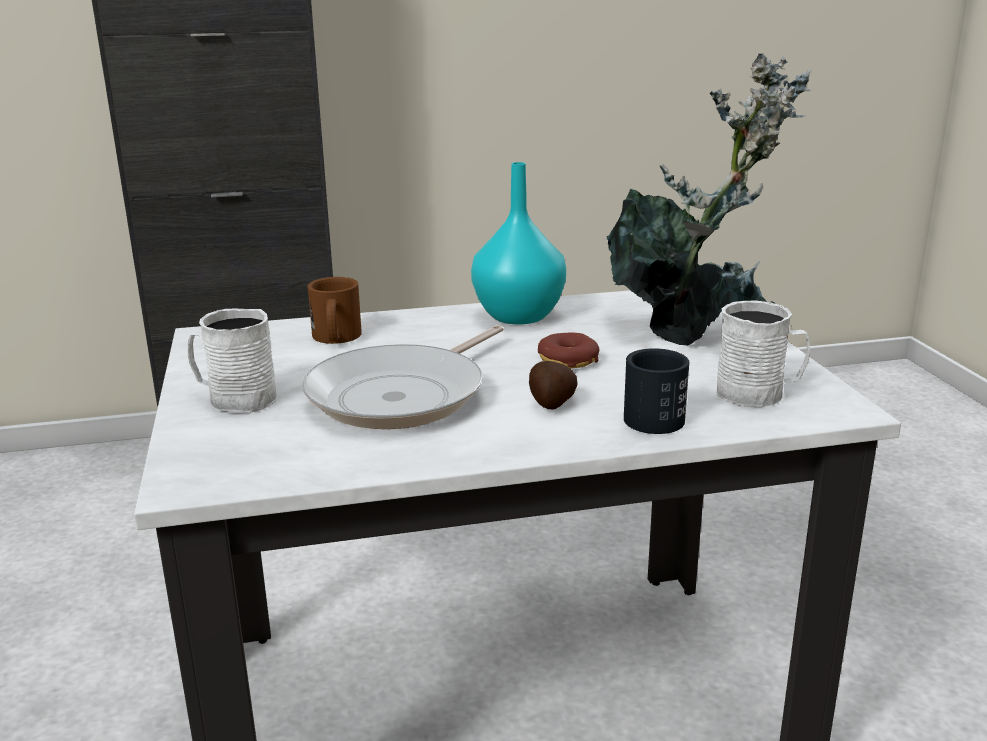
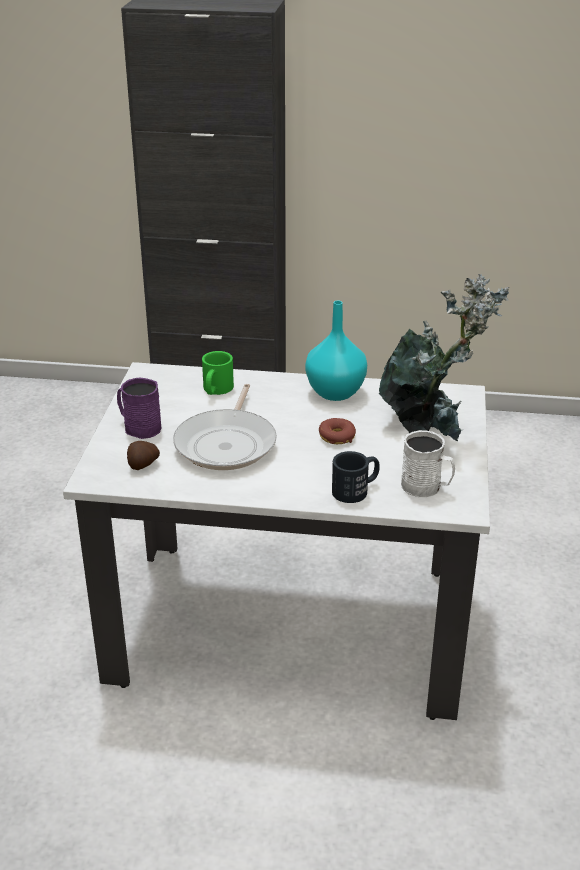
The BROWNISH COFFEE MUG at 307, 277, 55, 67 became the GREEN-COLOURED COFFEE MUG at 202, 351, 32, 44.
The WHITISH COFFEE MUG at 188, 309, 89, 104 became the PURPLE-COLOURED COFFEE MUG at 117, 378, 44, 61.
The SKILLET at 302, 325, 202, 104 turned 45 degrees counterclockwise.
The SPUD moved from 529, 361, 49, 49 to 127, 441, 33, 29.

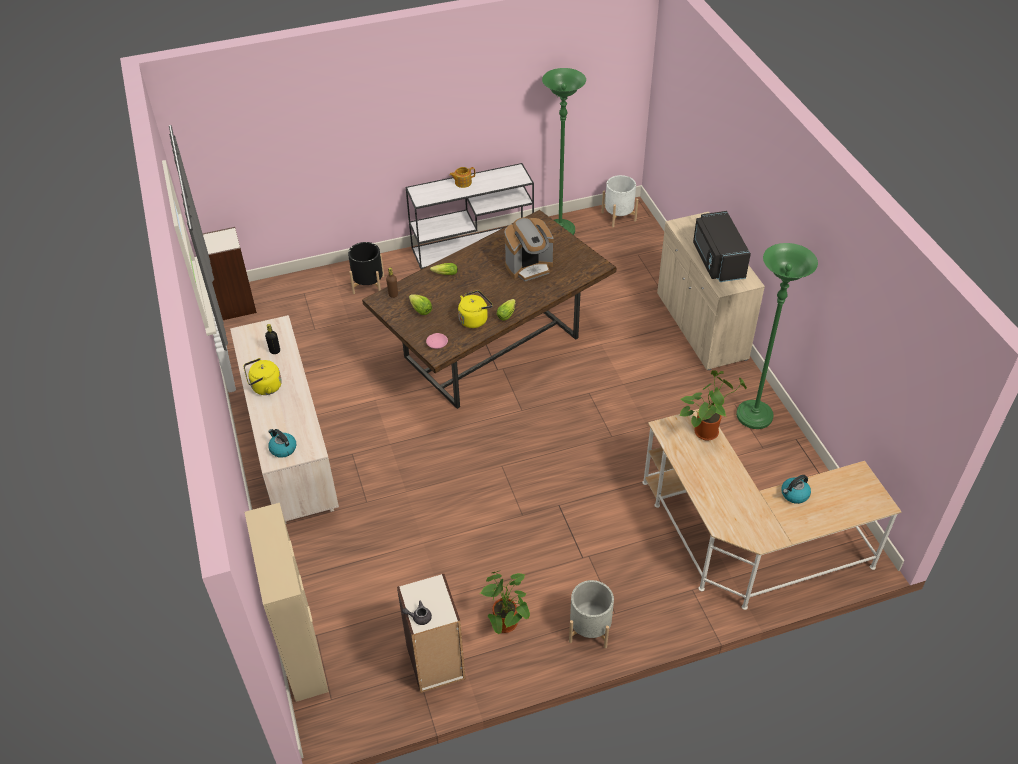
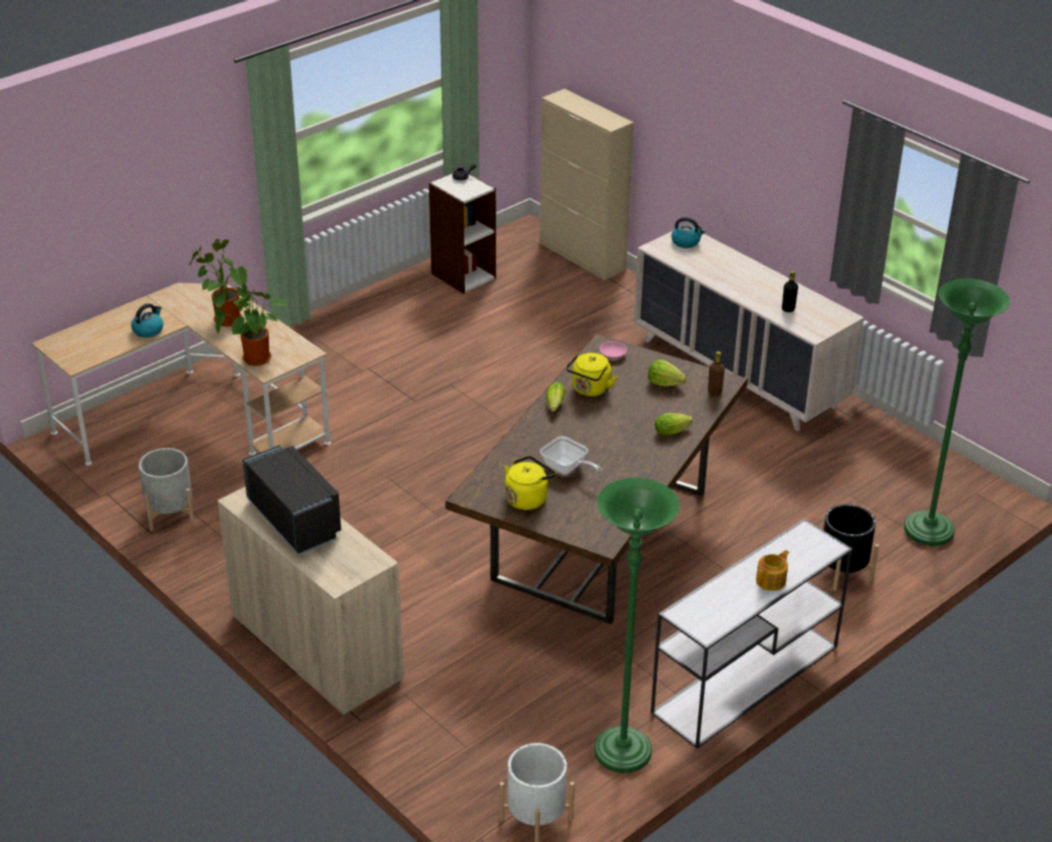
The COFFEE MAKER at 505, 217, 49, 64 was replaced by the SKILLET at 540, 436, 63, 38.
The BOOKCASE at 203, 227, 54, 93 disappeared.
The GREEN-COLOURED STANDARD LAMP moved from 736, 243, 82, 186 to 904, 278, 106, 268.
The YELLOWISH WATER KETTLE moved from 244, 358, 38, 37 to 504, 456, 52, 54.
The HOUSEPLANT moved from 480, 570, 50, 64 to 189, 239, 62, 88.
The GREYISH FLOWER POT moved from 569, 580, 45, 68 to 139, 448, 55, 83.

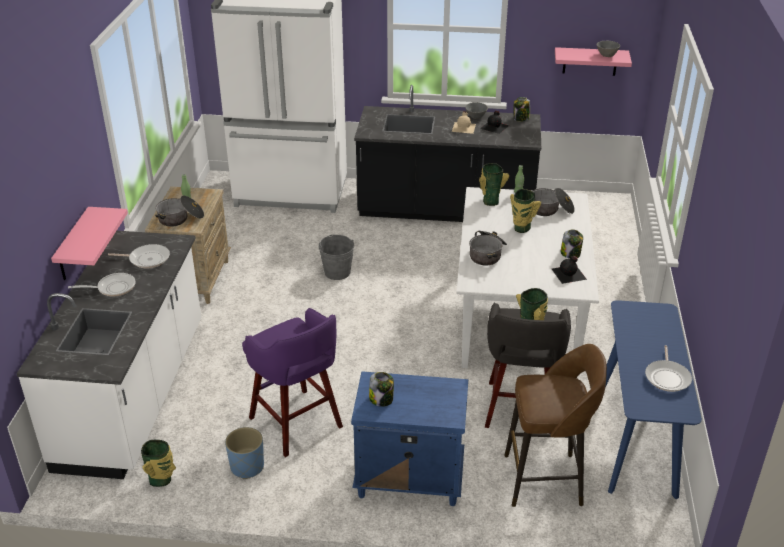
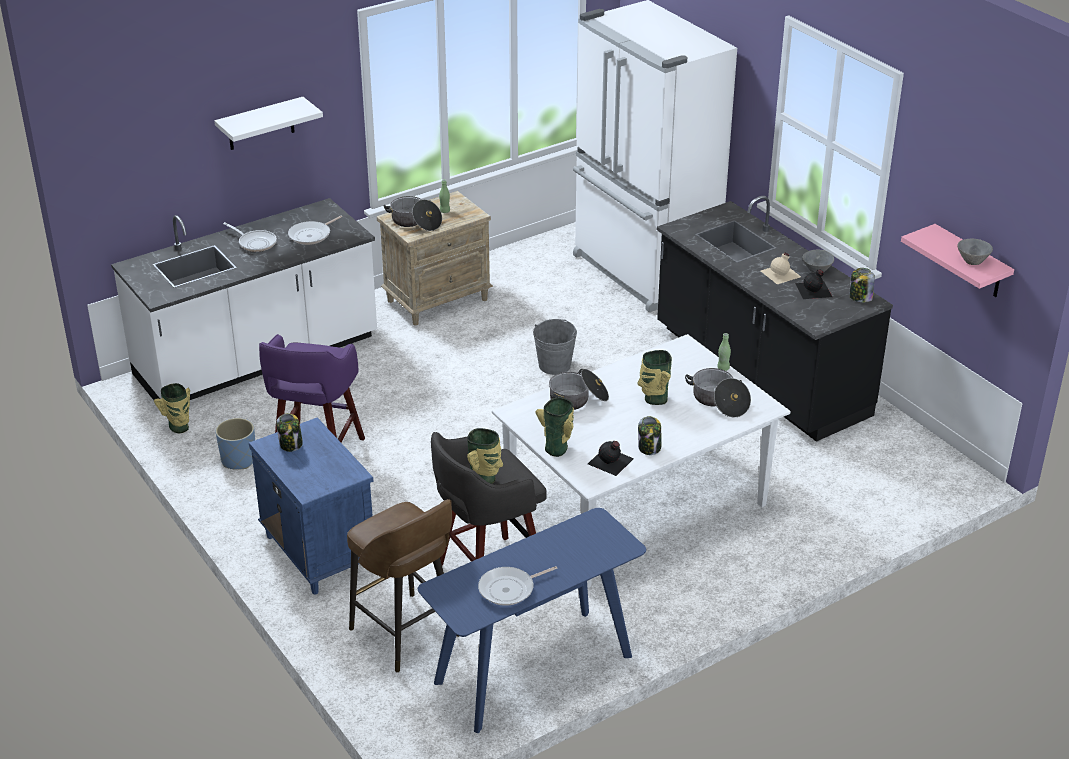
The FLOWER VASE moved from 479, 163, 30, 43 to 535, 397, 39, 60.
The PINKISH BRACKET SHELF at 51, 207, 77, 73 disappeared.
The SKILLET at 108, 244, 62, 24 turned 75 degrees clockwise.
The WHITISH BRACKET SHELF at 214, 97, 109, 53 appeared.

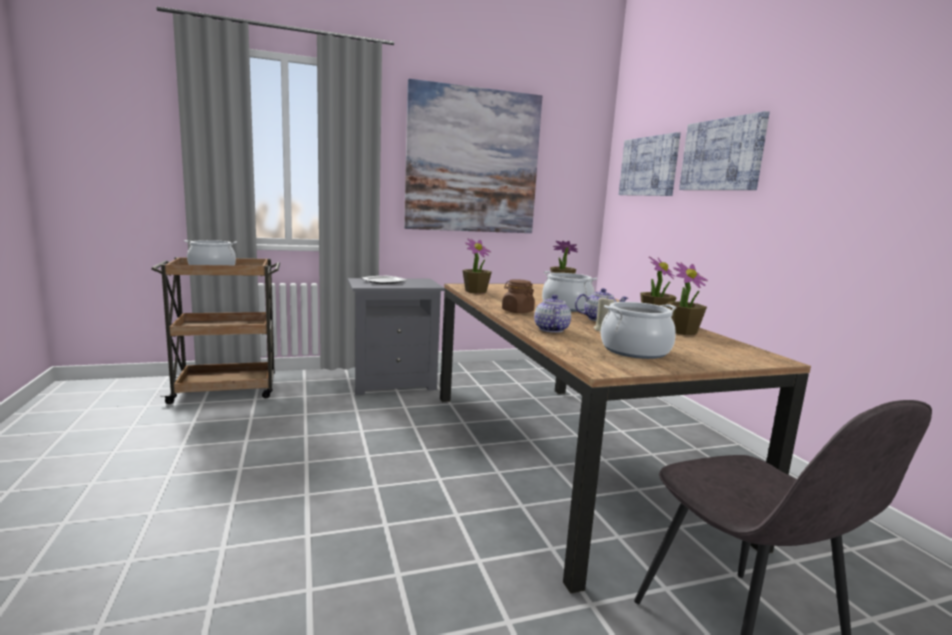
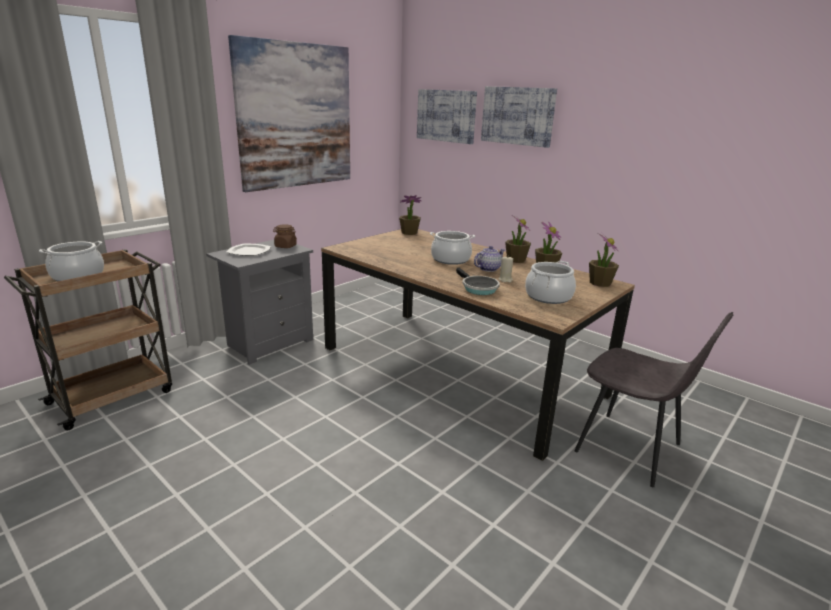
The HOUSEPLANT moved from 462, 239, 30, 55 to 589, 233, 30, 54.
The BROWNISH STORAGE JAR moved from 502, 279, 33, 34 to 273, 224, 24, 24.
The TEA POT at 534, 295, 37, 38 was replaced by the SKILLET at 456, 268, 44, 27.

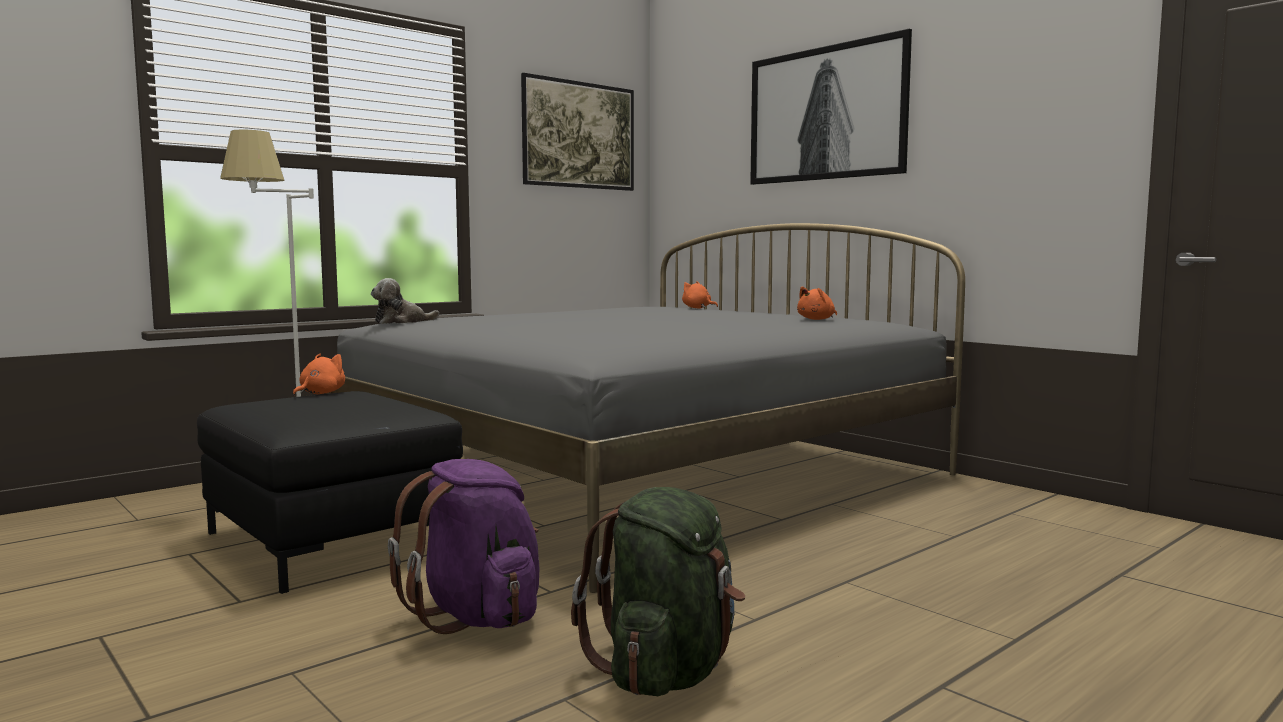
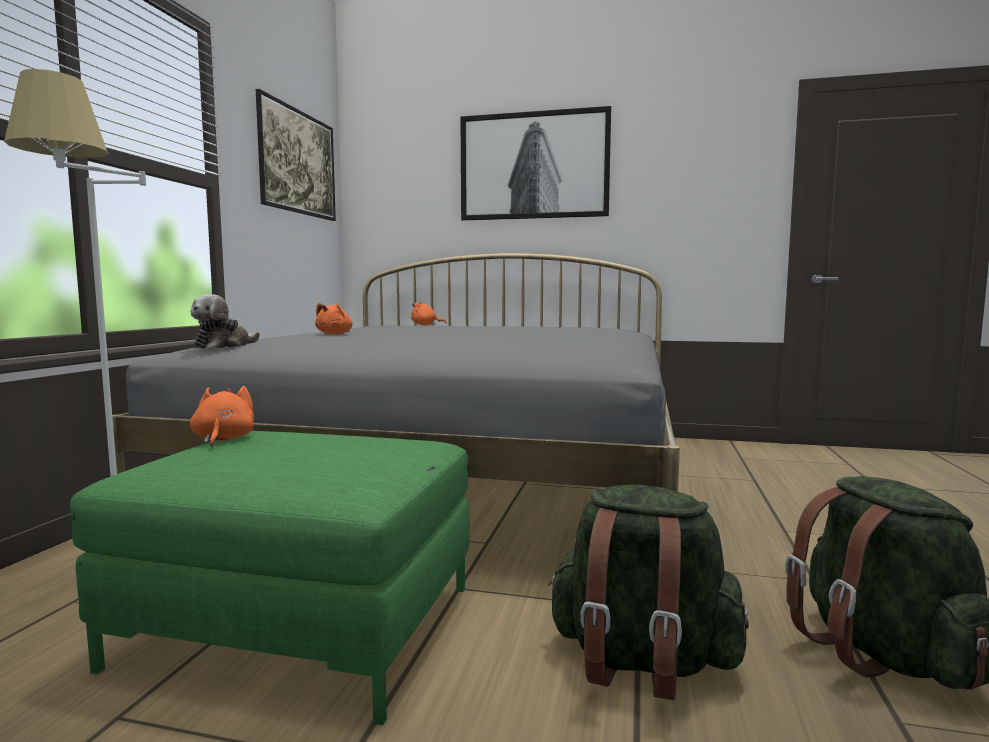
The ORANGEY CUDDLY TOY moved from 797, 287, 40, 33 to 315, 303, 38, 31.
The BLACK OTTOMAN at 197, 391, 266, 203 became the GREEN-COLOURED OTTOMAN at 70, 431, 400, 294.
The PURPLE-COLOURED RUCKSACK at 388, 459, 152, 175 became the GREEN-COLOURED RUCKSACK at 548, 485, 201, 215.

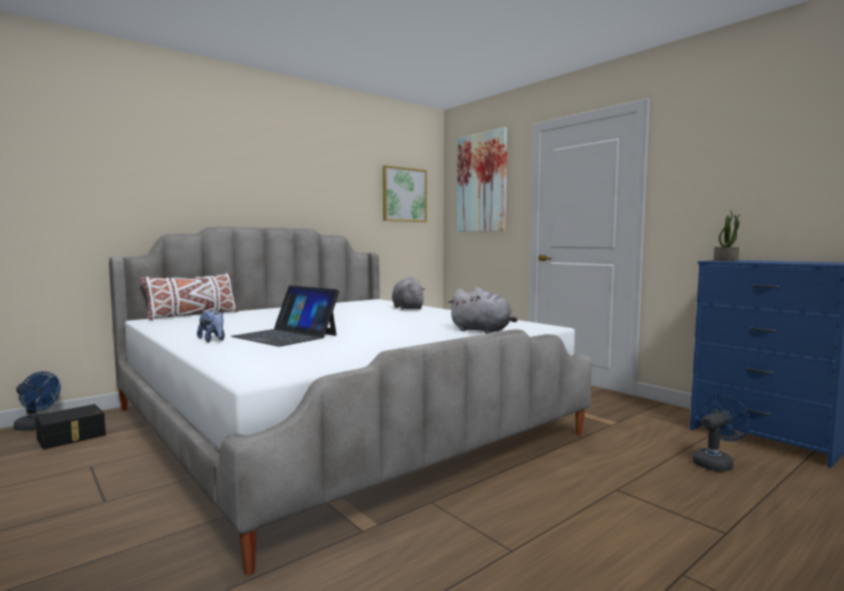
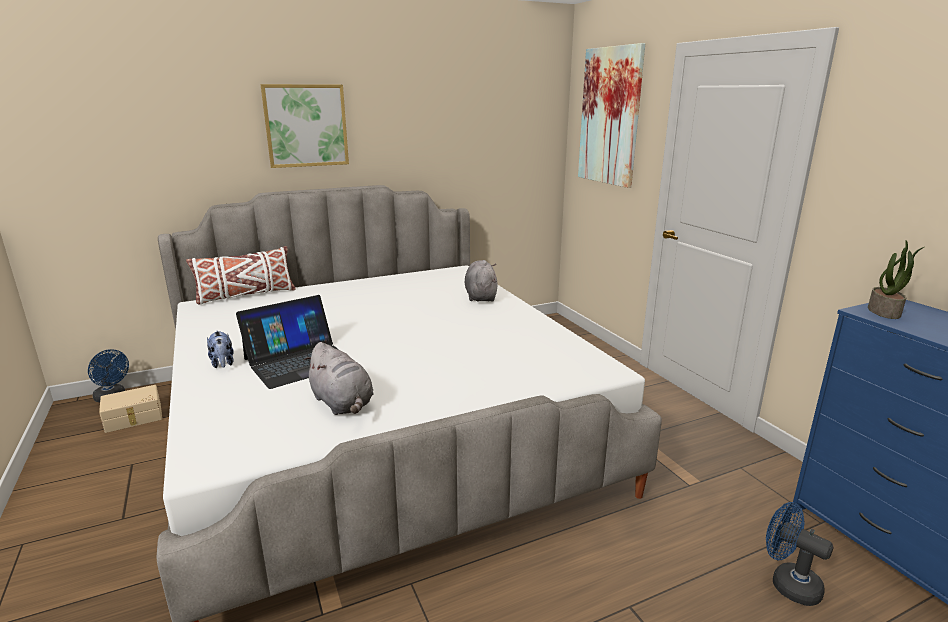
The WALL ART moved from 383, 165, 44, 57 to 260, 84, 89, 84.
The LAPTOP at 231, 285, 108, 62 turned 90 degrees counterclockwise.
The GREYISH CUDDLY TOY moved from 448, 287, 69, 47 to 303, 342, 70, 73.
The BLUISH ELECTRIC FAN at 692, 395, 58, 77 turned 120 degrees counterclockwise.
The BLACK STORAGE BIN at 35, 404, 71, 46 became the BEIGE-COLOURED STORAGE BIN at 99, 385, 63, 48.

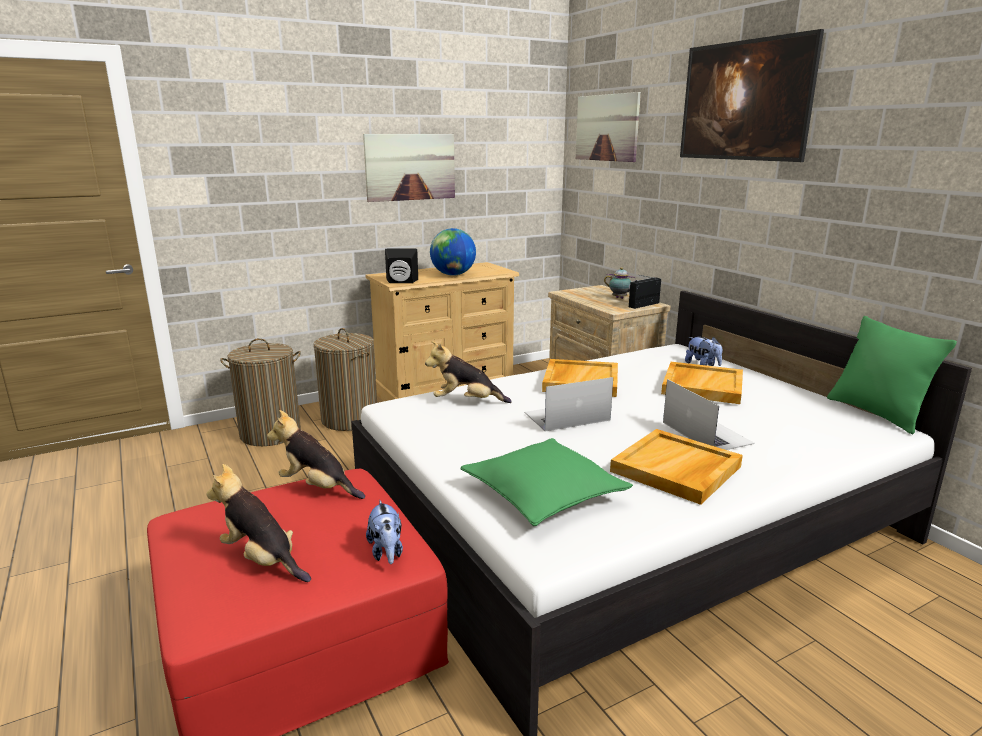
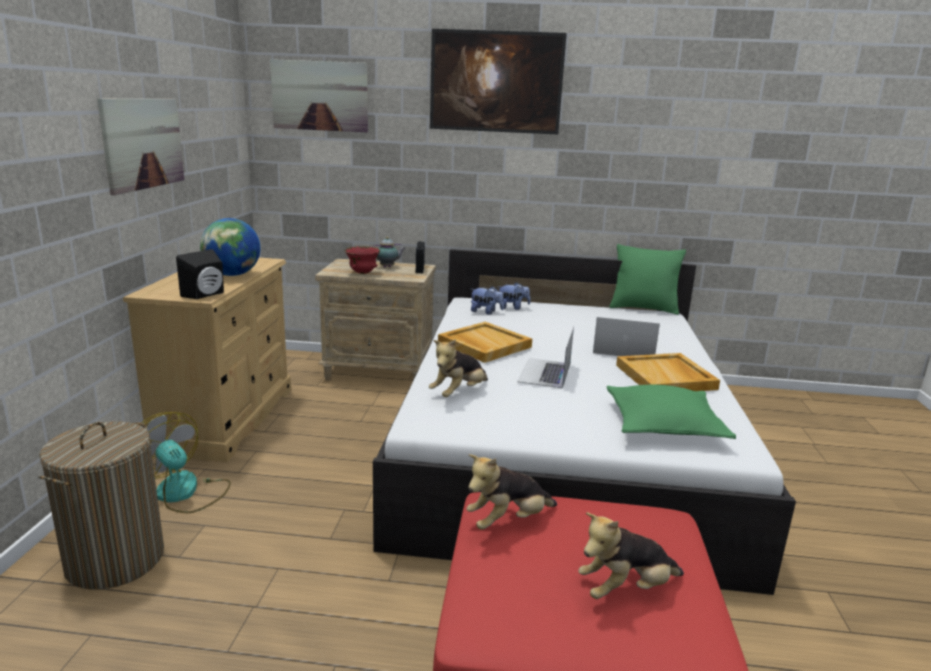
The HAMPER at 313, 328, 64, 103 was replaced by the ELECTRIC FAN at 142, 412, 89, 101.
The BEIGE-COLOURED SERVING TRAY at 661, 362, 82, 42 disappeared.
The CUDDLY TOY moved from 366, 500, 37, 64 to 470, 286, 34, 29.
The RED-COLOURED BOWL at 344, 246, 36, 28 appeared.

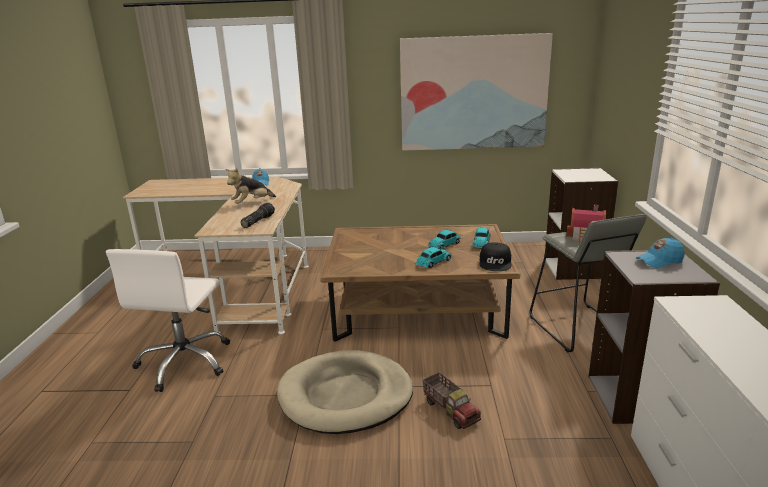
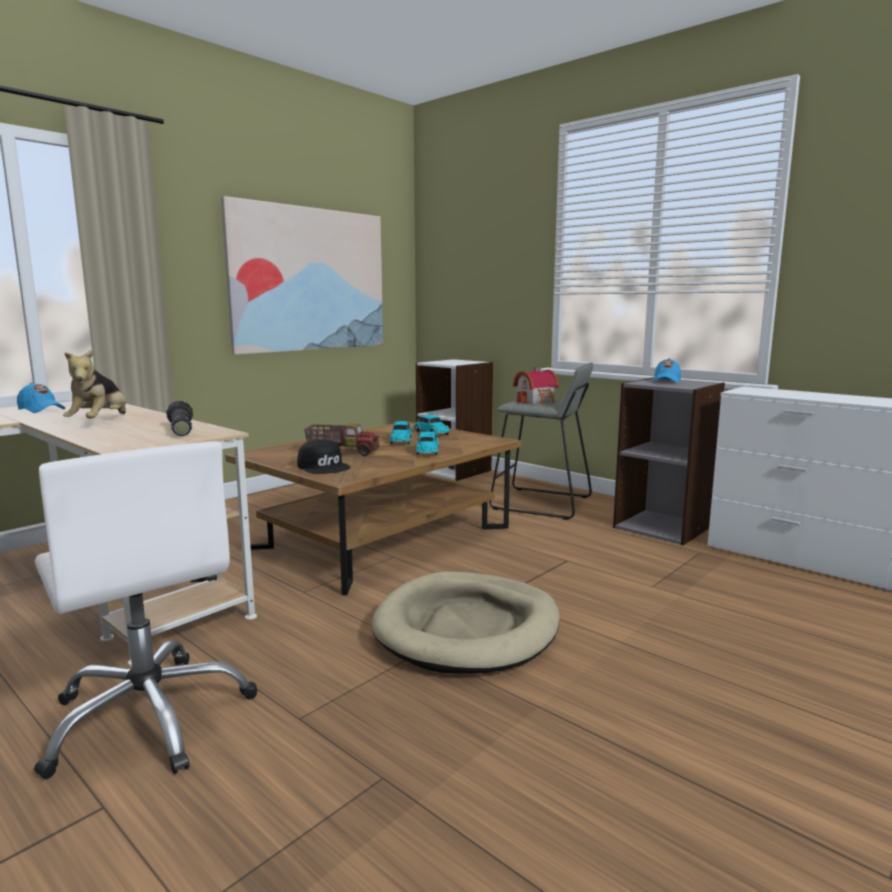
The BLACK BASEBALL CAP moved from 480, 243, 32, 28 to 297, 440, 53, 34.
The MODEL TRUCK moved from 422, 372, 59, 57 to 304, 423, 76, 33.

